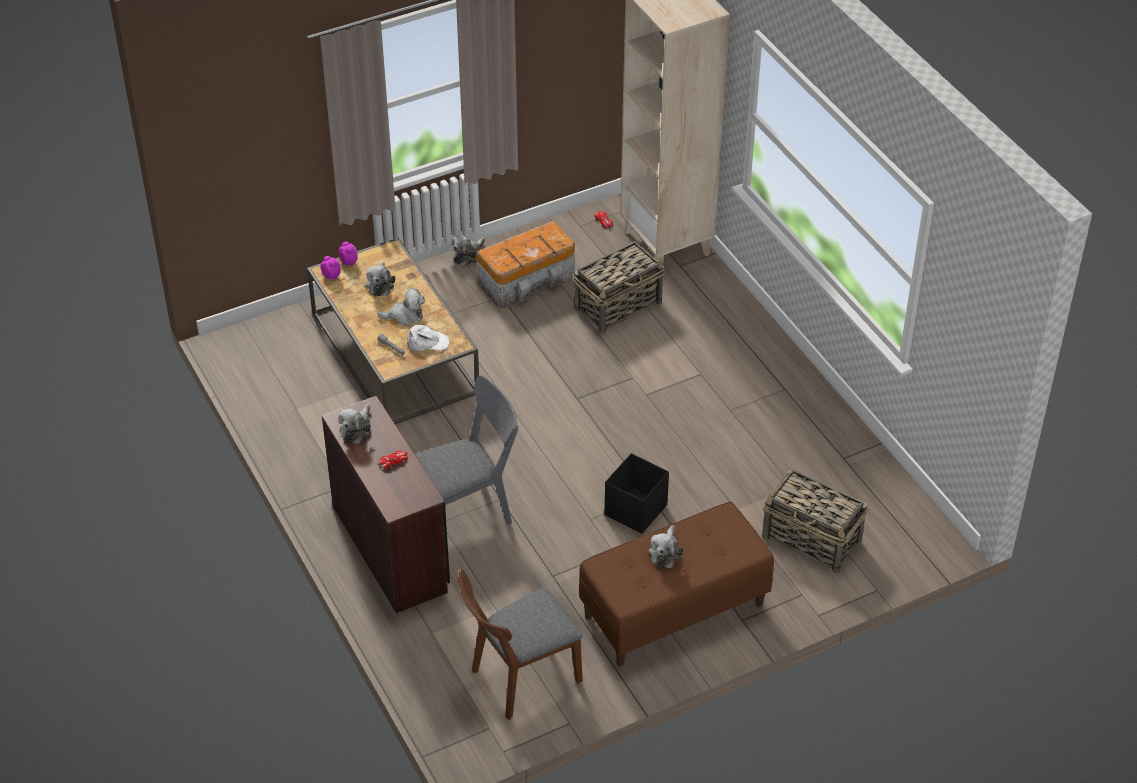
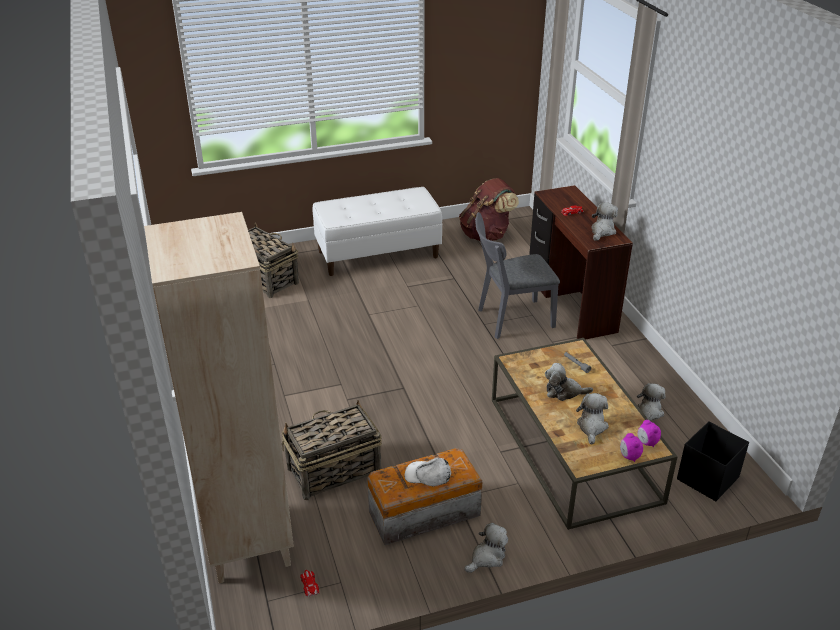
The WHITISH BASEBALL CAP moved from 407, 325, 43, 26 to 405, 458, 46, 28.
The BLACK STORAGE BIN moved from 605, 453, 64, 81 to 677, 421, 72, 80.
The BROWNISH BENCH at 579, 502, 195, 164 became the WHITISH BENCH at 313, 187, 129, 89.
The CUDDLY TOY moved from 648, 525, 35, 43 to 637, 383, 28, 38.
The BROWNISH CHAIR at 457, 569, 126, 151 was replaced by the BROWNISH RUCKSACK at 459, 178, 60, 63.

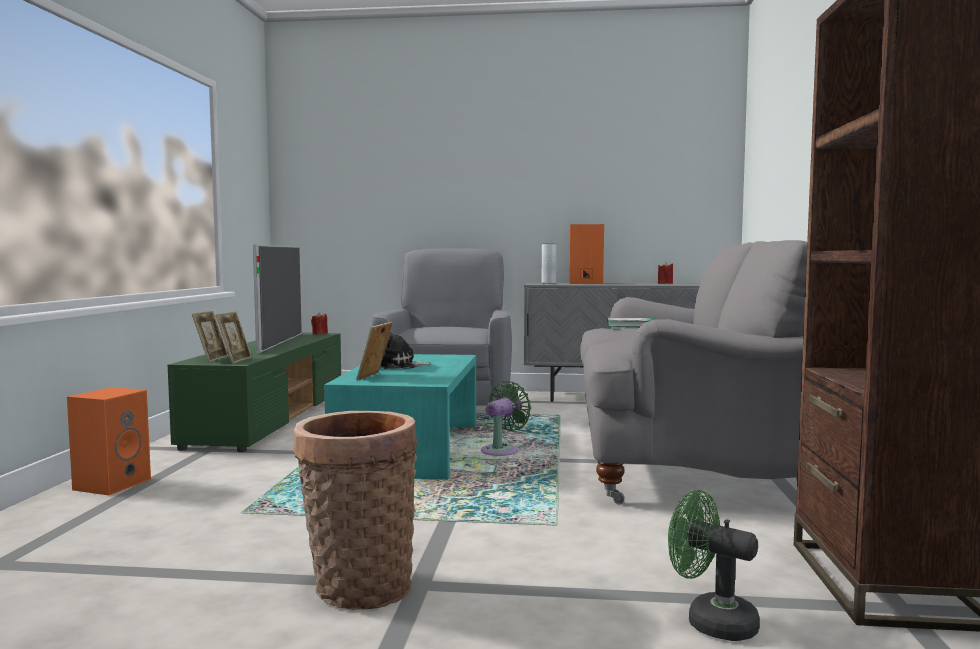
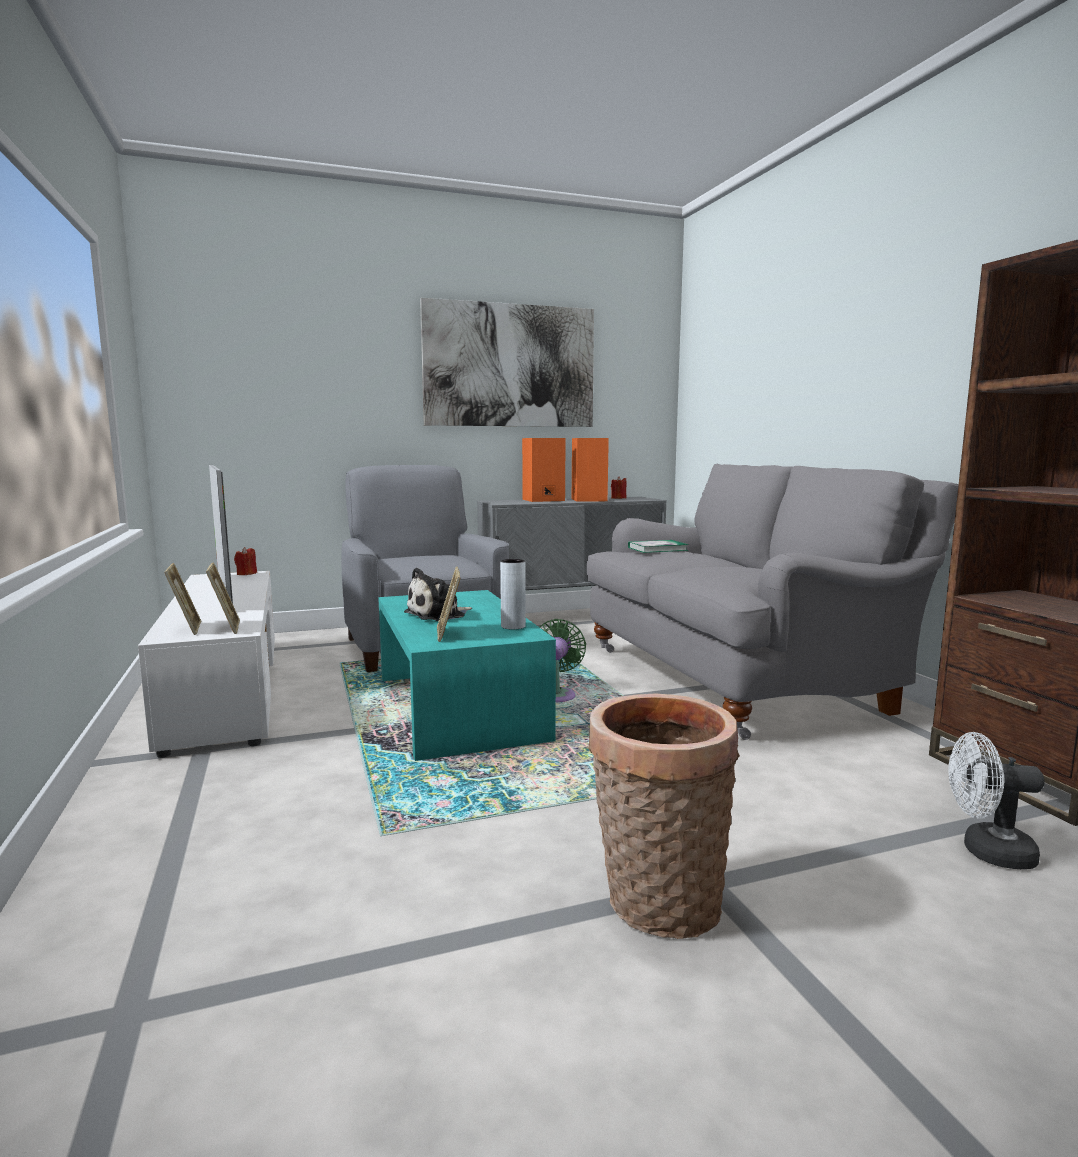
The GREYISH FLOWER VASE moved from 542, 244, 14, 40 to 500, 559, 26, 71.
The GREEN-COLOURED MEDIA CONSOLE at 168, 333, 173, 119 became the WHITISH MEDIA CONSOLE at 138, 571, 137, 187.
The ORANGEY LOUDSPEAKER moved from 67, 387, 84, 108 to 572, 438, 37, 64.
The GREEN-COLOURED ELECTRIC FAN at 668, 490, 92, 151 became the WHITISH ELECTRIC FAN at 949, 732, 95, 137.
The WALL ART at 420, 298, 174, 129 appeared.

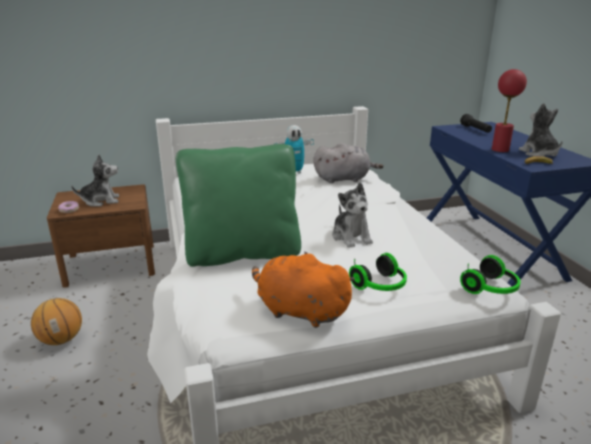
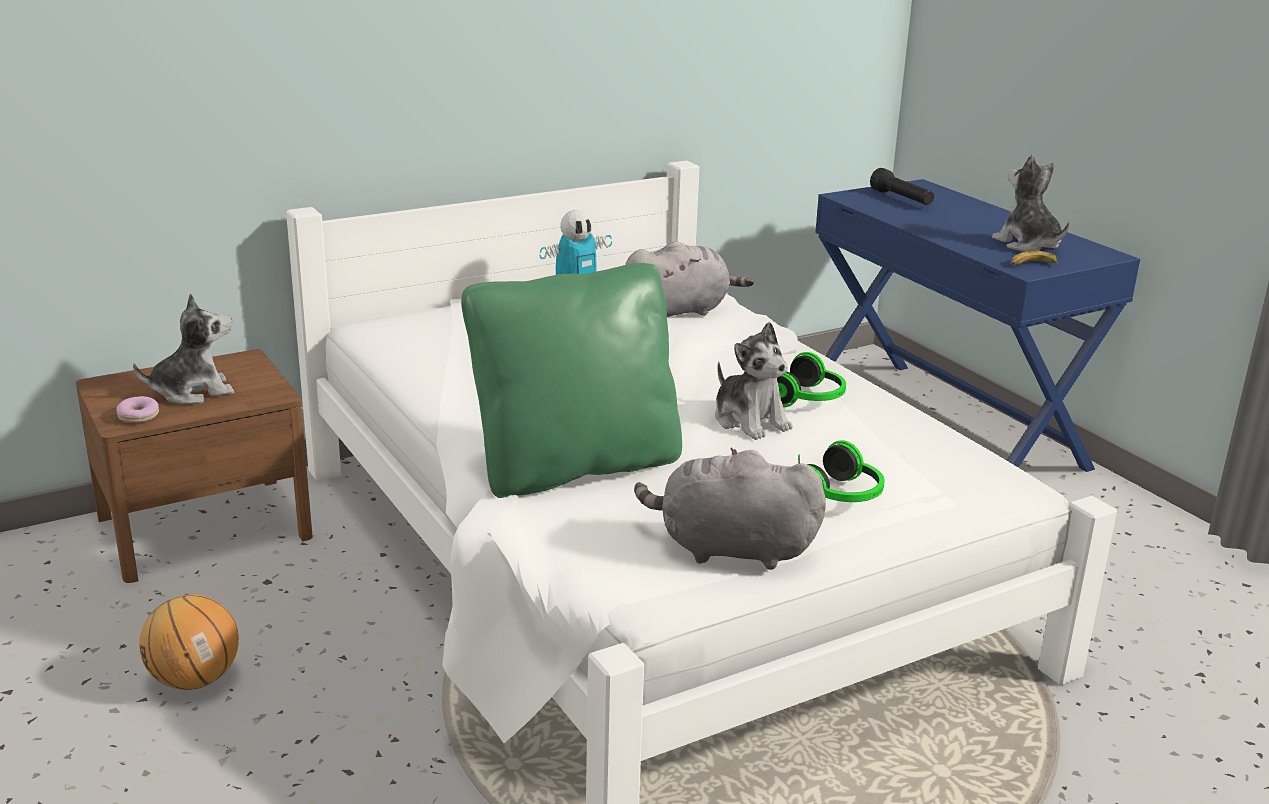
The RED-COLOURED LAMP FOR A TABLE at 492, 69, 35, 83 disappeared.
The ORANGEY CUDDLY TOY at 252, 251, 103, 77 became the GREYISH CUDDLY TOY at 634, 448, 192, 122.
The HEADPHONES moved from 460, 255, 61, 39 to 777, 352, 69, 55.

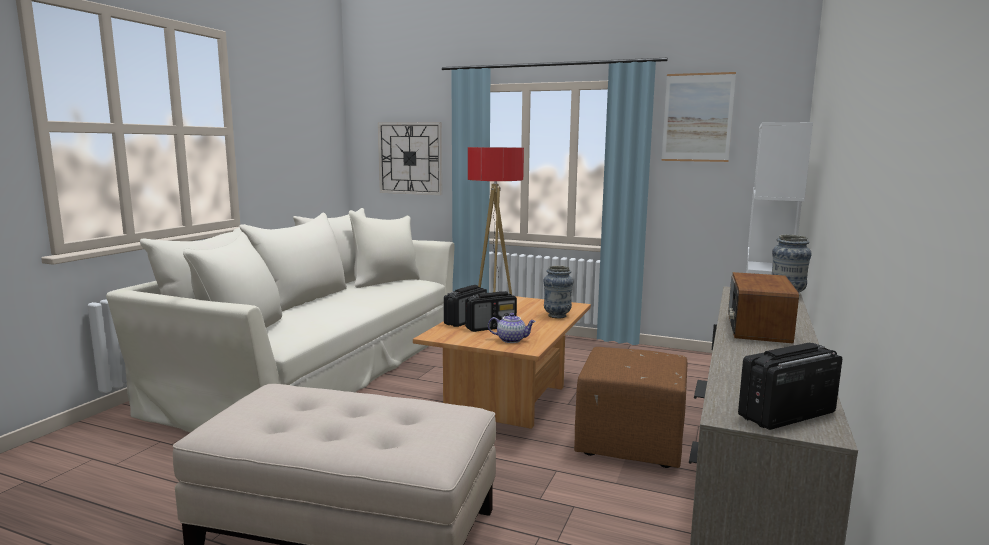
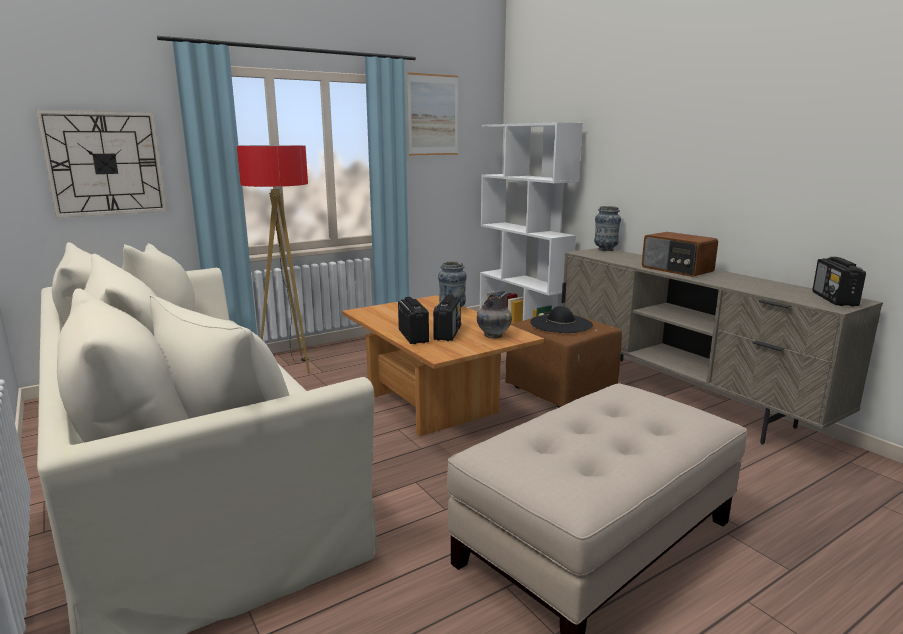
The TEA POT at 488, 313, 48, 30 was replaced by the GREYISH FLOWER VASE at 477, 293, 35, 45.
The BLACK WEARABLE HAT at 530, 306, 63, 27 appeared.

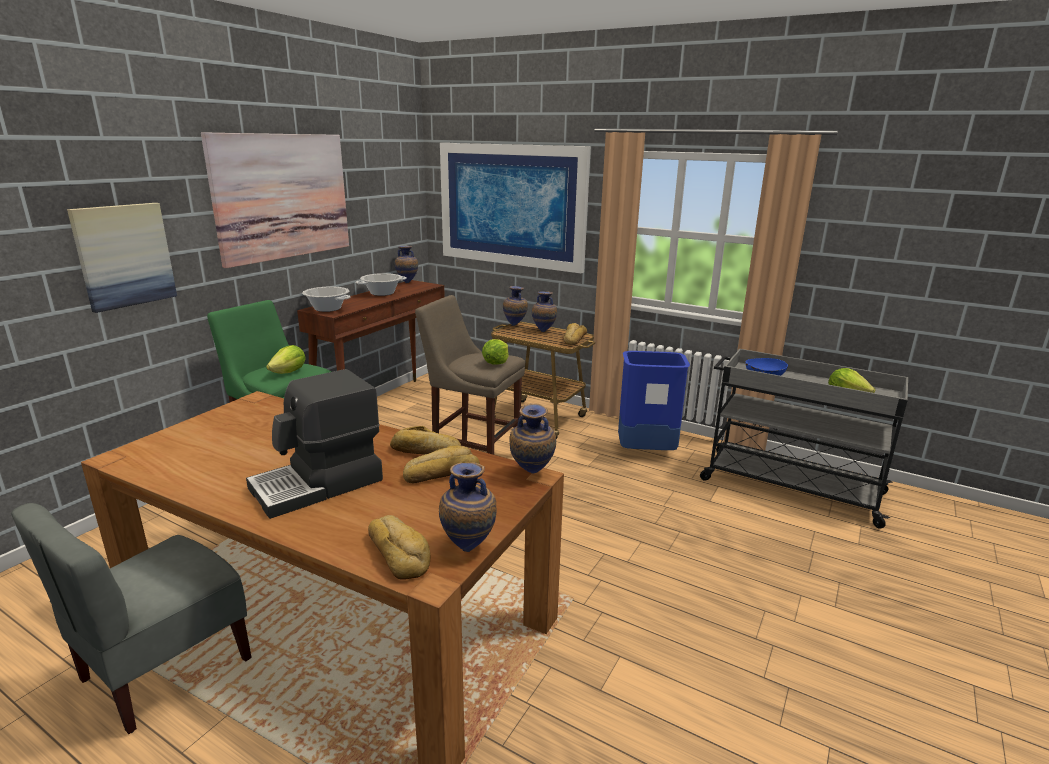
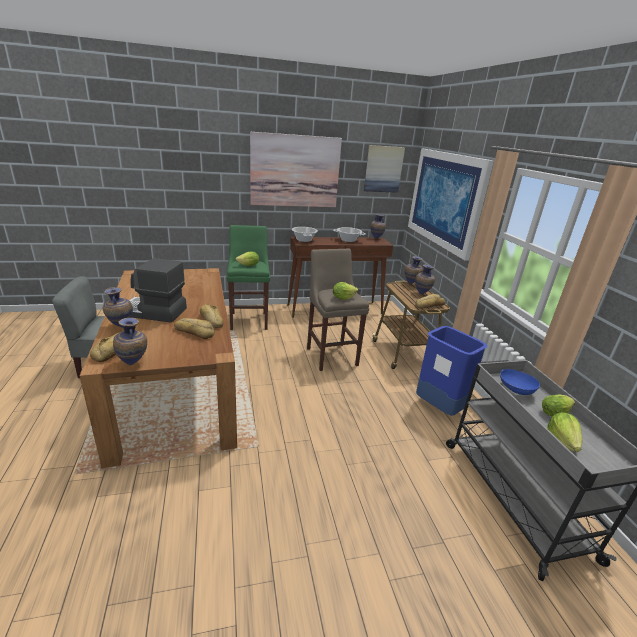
The WALL ART moved from 67, 203, 110, 110 to 364, 145, 41, 48.
The FLOWER VASE moved from 510, 404, 46, 69 to 103, 287, 30, 41.
The LETTUCE at 542, 394, 33, 23 appeared.

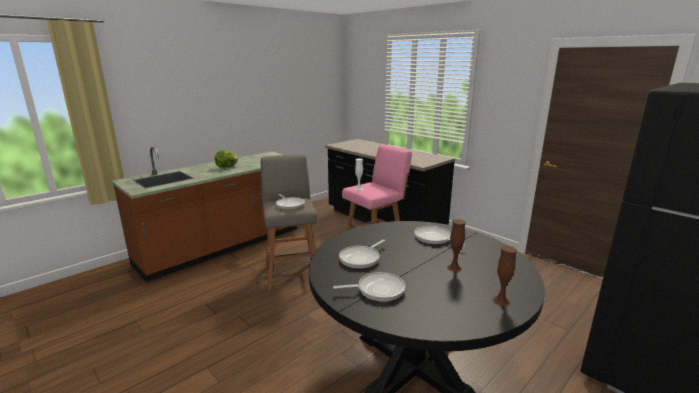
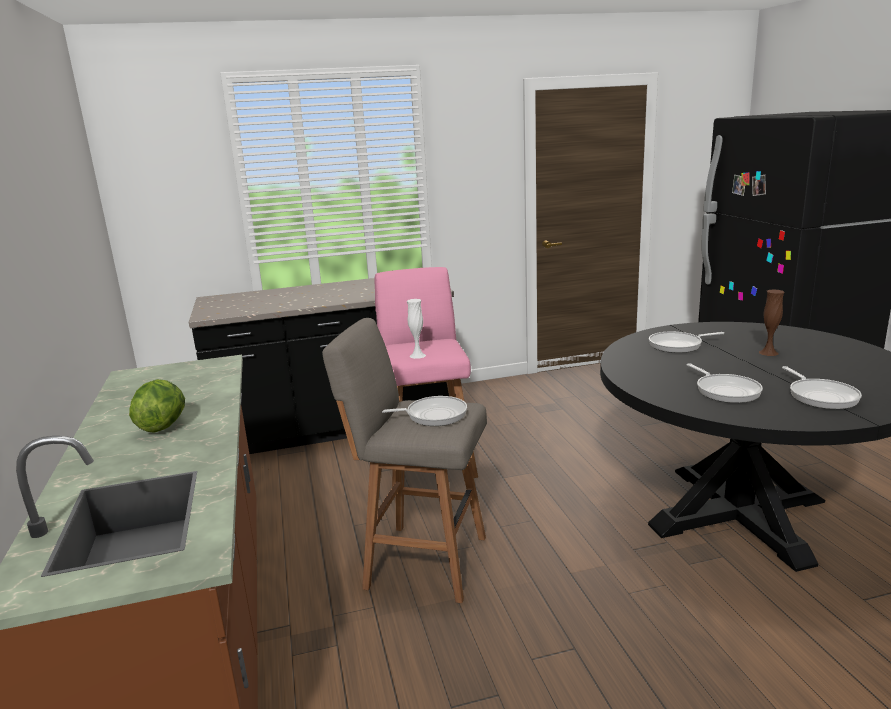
The BROWNISH FLOWER VASE at 492, 246, 25, 60 disappeared.
The SKILLET at 333, 272, 72, 30 turned 150 degrees clockwise.

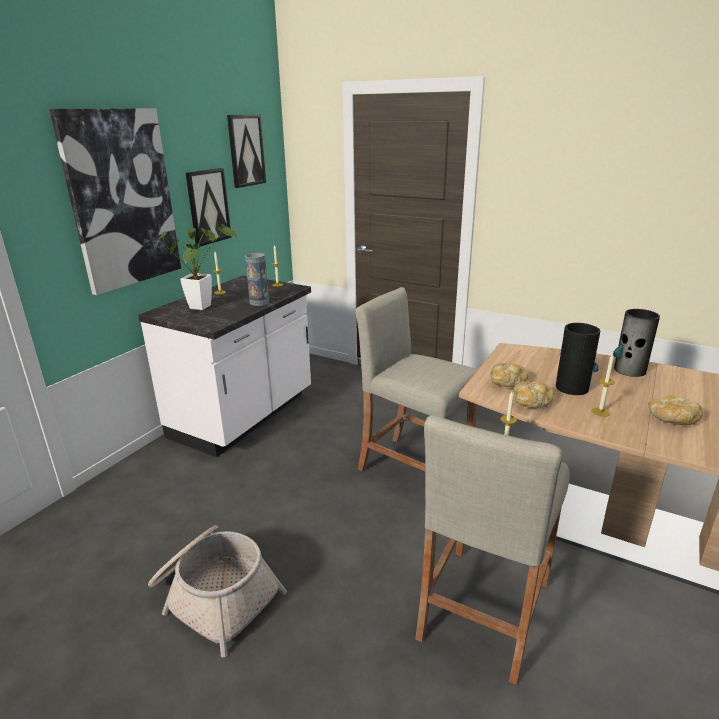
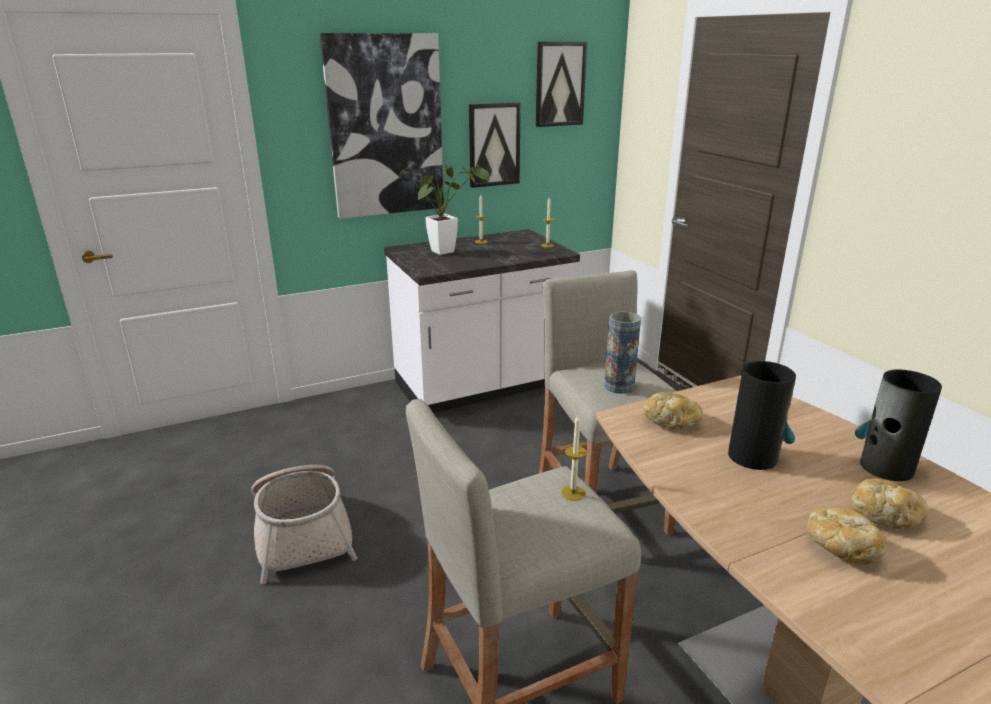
The FLOWER VASE moved from 245, 253, 24, 53 to 604, 311, 37, 83.
The CANDLE at 591, 354, 24, 63 disappeared.
The BAKERY BREAD moved from 514, 381, 40, 27 to 851, 479, 78, 50.

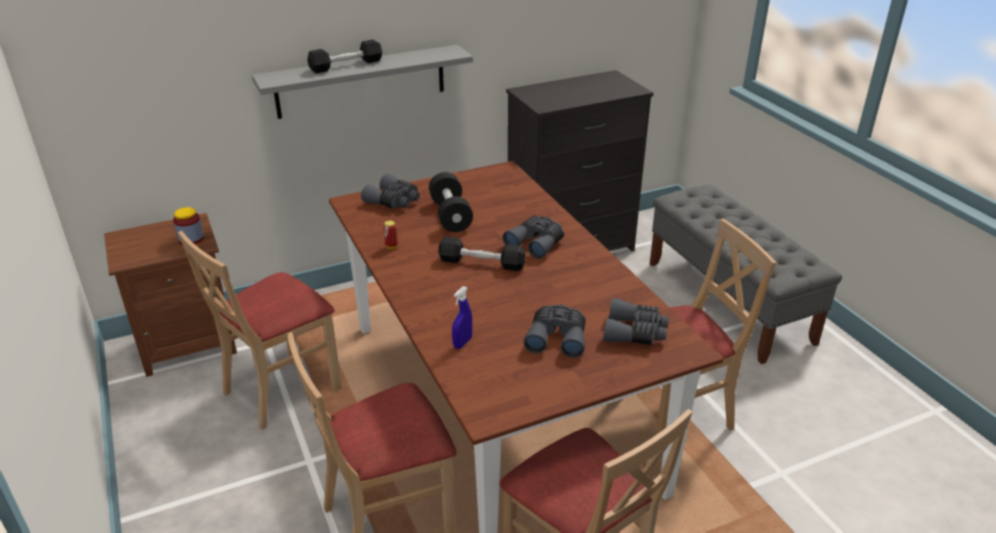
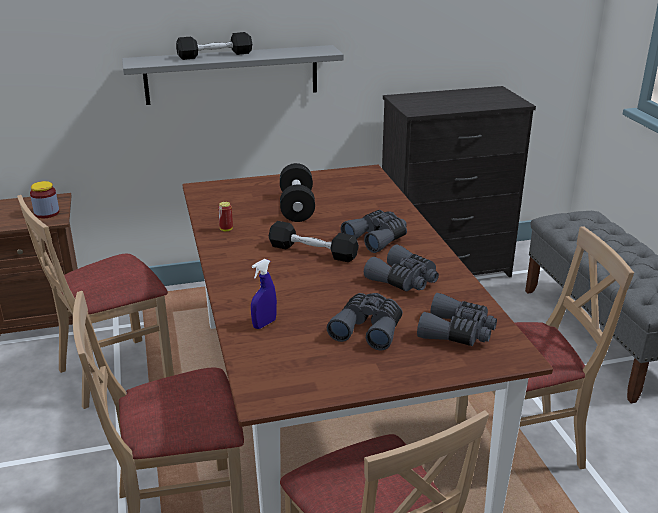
The GREYISH FIELD GLASSES moved from 361, 174, 59, 35 to 364, 245, 75, 46.

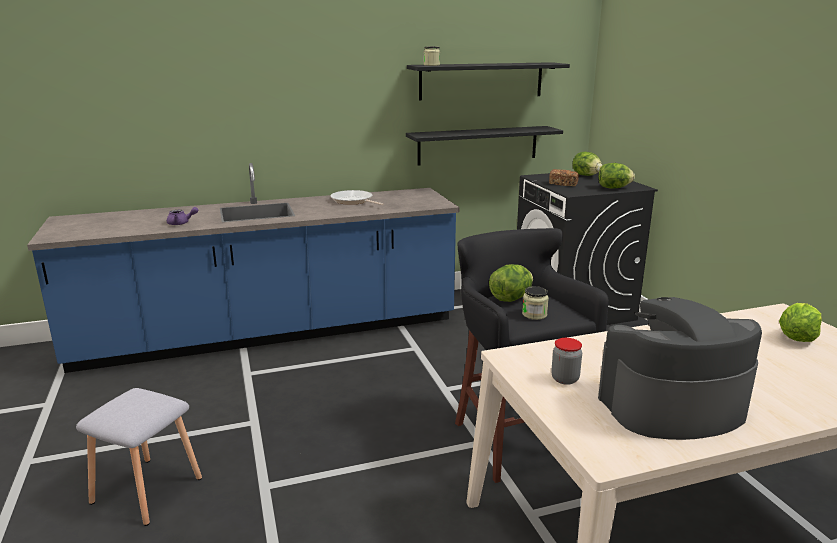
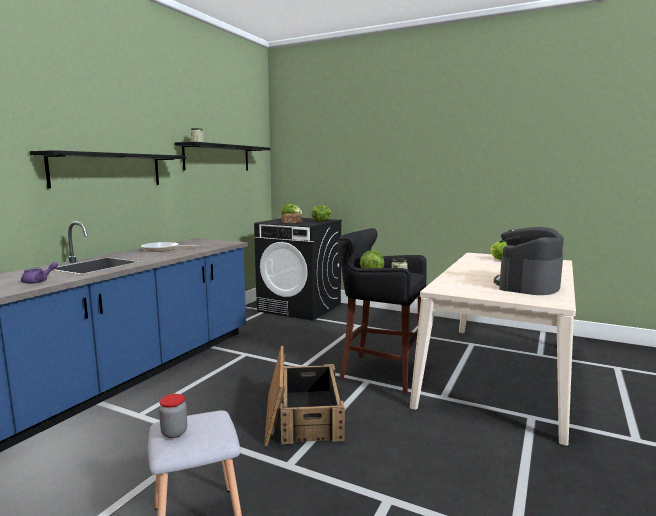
The BLACK BRACKET SHELF moved from 406, 126, 157, 40 to 30, 150, 156, 38.
The STORAGE JAR moved from 551, 338, 31, 47 to 159, 394, 28, 44.
The SHIPPING CRATE at 264, 345, 81, 101 appeared.

